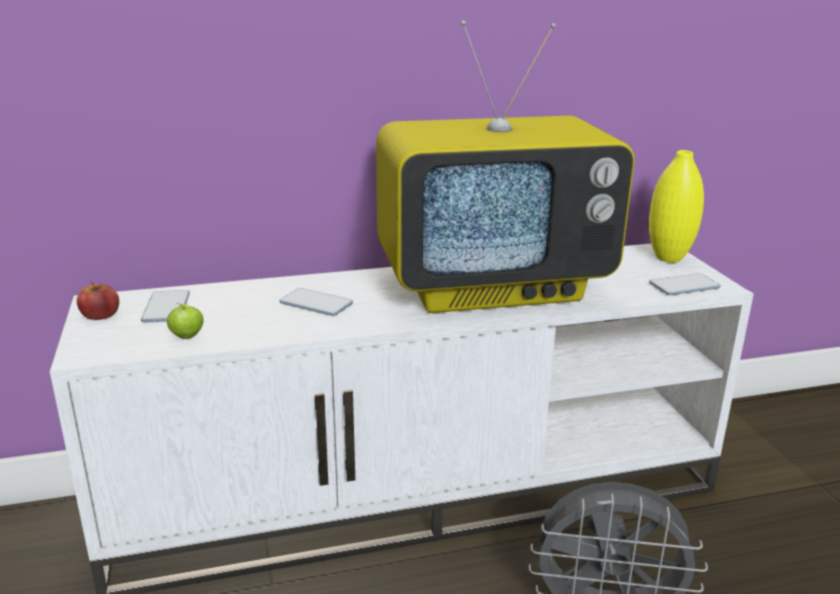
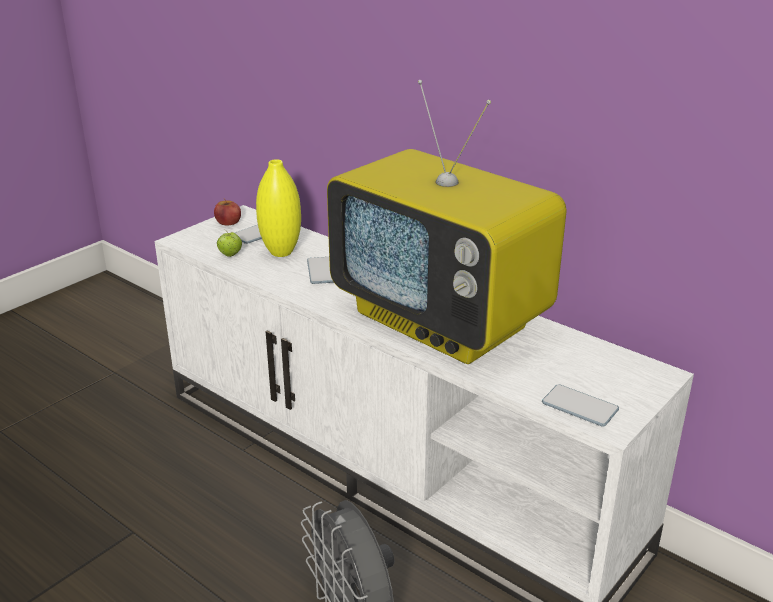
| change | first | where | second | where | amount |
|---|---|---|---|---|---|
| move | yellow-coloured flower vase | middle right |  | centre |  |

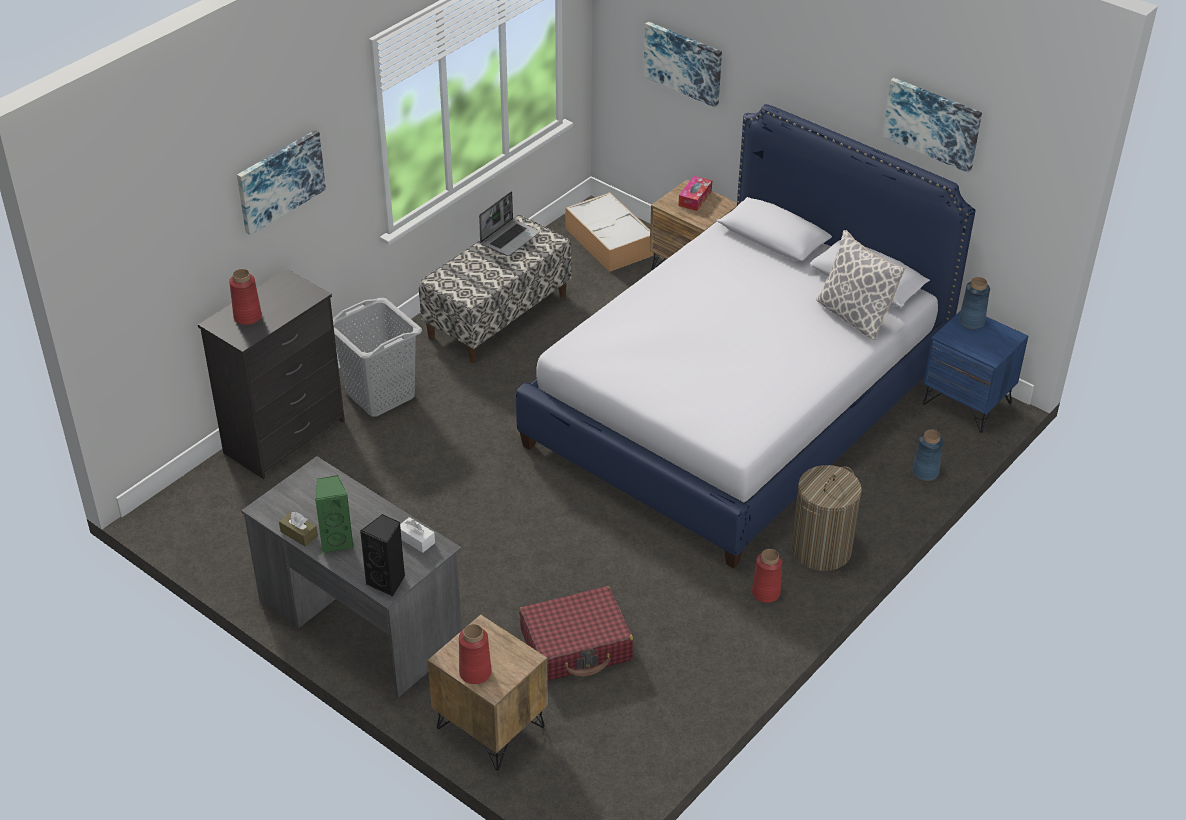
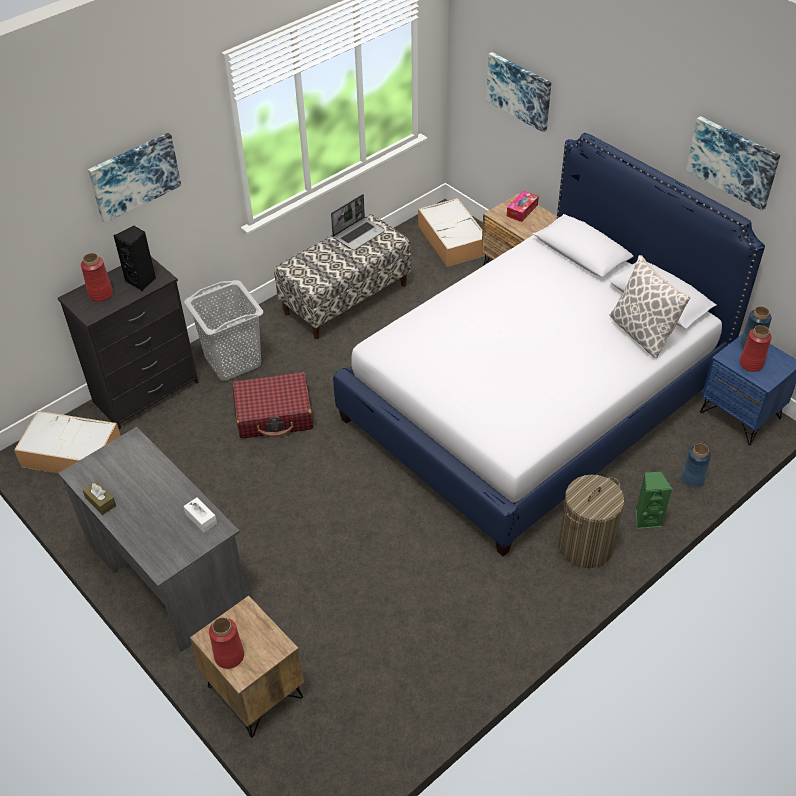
| change | first | where | second | where | amount |
|---|---|---|---|---|---|
| insert |  |  | storage box (1st from left) | middle left |  |
| move | green audio speaker | middle left |  | middle right |  |
| move | black-coloured audio speaker | bottom left |  | top left |  |
| move | red-coloured travel case | bottom centre |  | centre |  |
| move | red-coloured flower vase (3rd from left) | bottom centre |  | middle right |  |

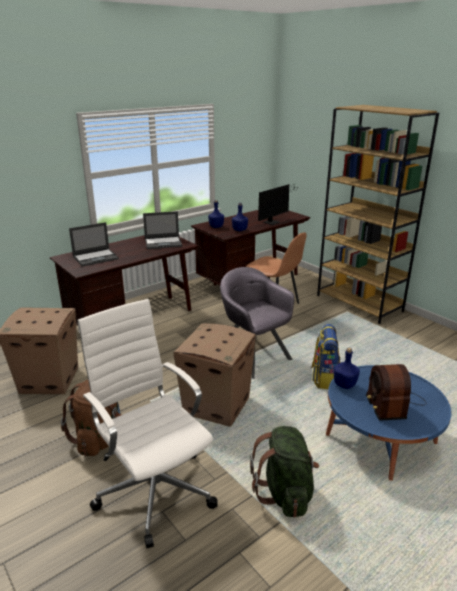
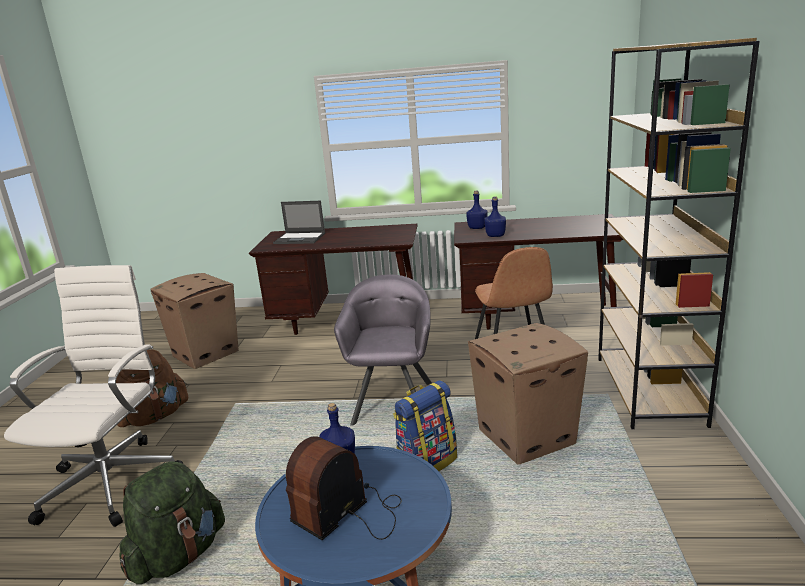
| change | first | where | second | where | amount |
|---|---|---|---|---|---|
| delete | laptop (2nd from left) | centre |  |  |  |
| delete | computer display | centre |  |  |  |
| move | packing box (2nd from left) | centre |  | bottom centre |  |

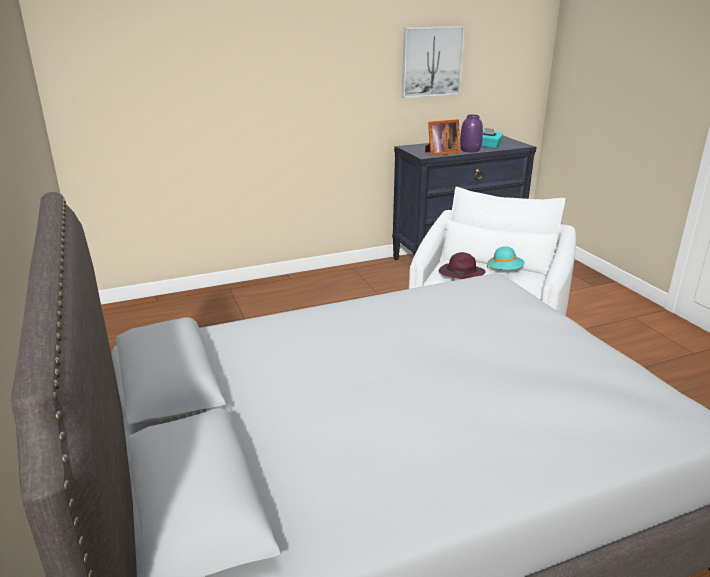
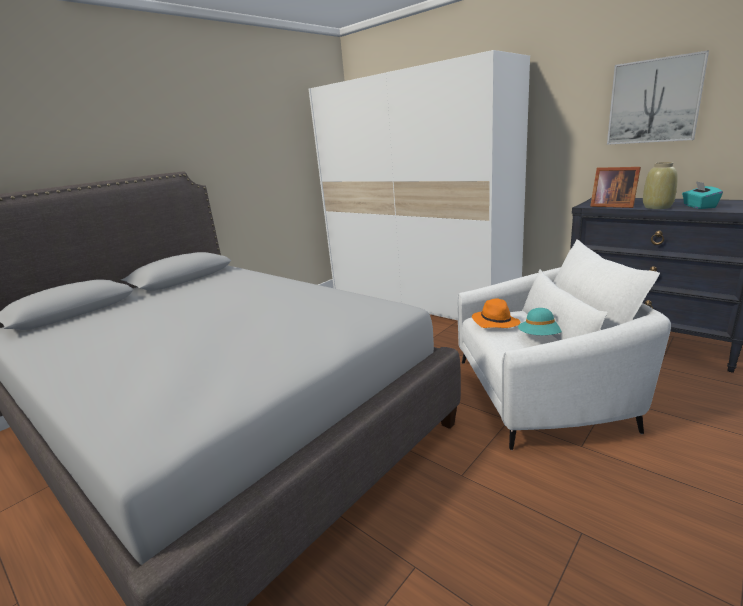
| change | first | where | second | where | amount |
|---|---|---|---|---|---|
| insert |  |  | whitish clothes cupboard | top centre |  |
| recolor | purple wearable hat | centre | orangey wearable hat | middle right |  |
| recolor | purple flower vase | top centre | sand-coloured flower vase | top right |  |

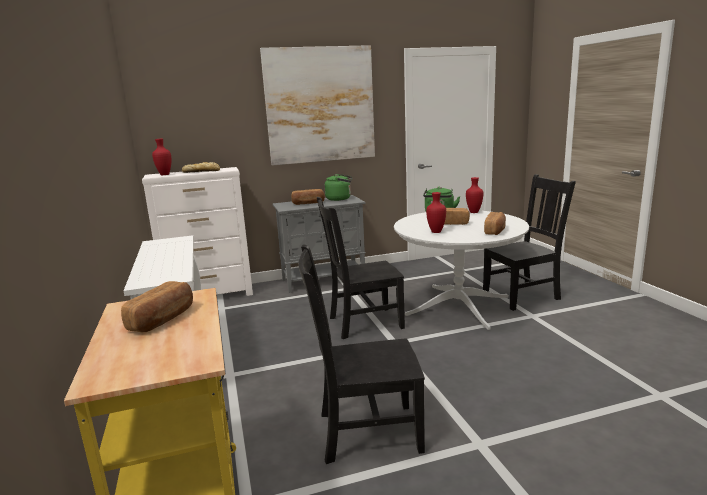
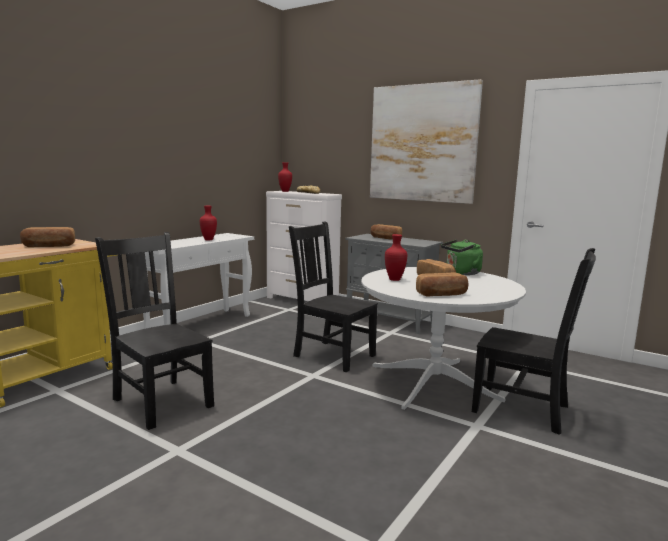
| change | first | where | second | where | amount |
|---|---|---|---|---|---|
| delete | green tea kettle (1st from left) | centre |  |  |  |
| move | red-coloured flower vase (3rd from left in the first image) | middle right | red-coloured flower vase (1st from left) | middle left |  |

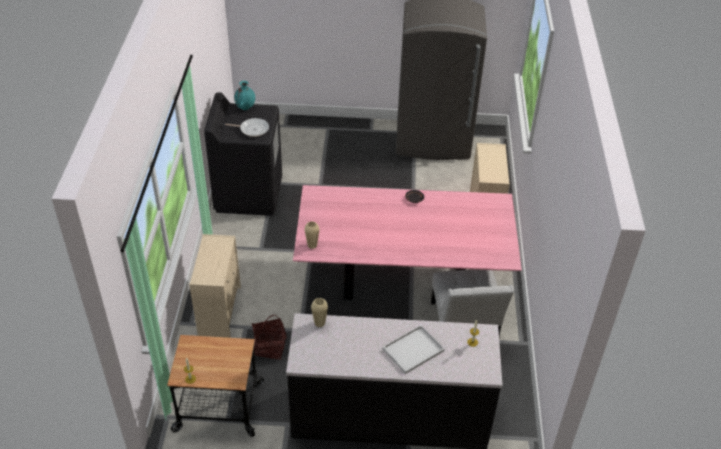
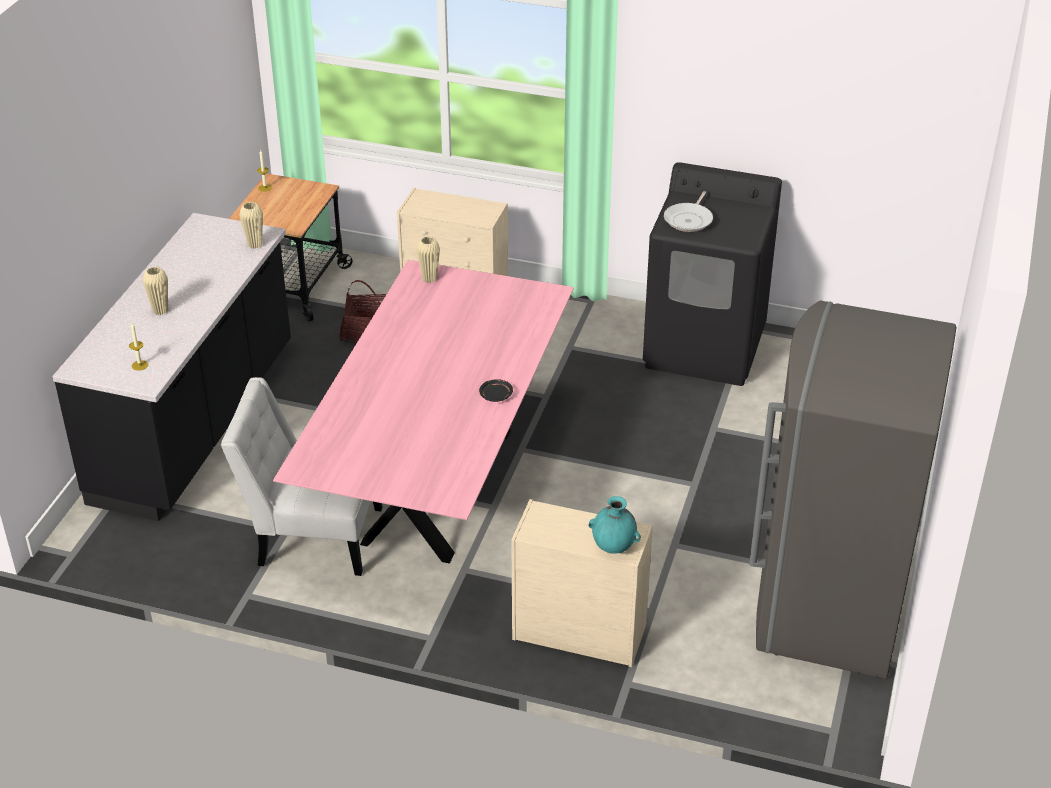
| change | first | where | second | where | amount |
|---|---|---|---|---|---|
| move | turquoise flower vase | top centre |  | centre |  |
| replace | whitish tray | bottom centre | sand-coloured flower vase (1st from left) | middle left |  |

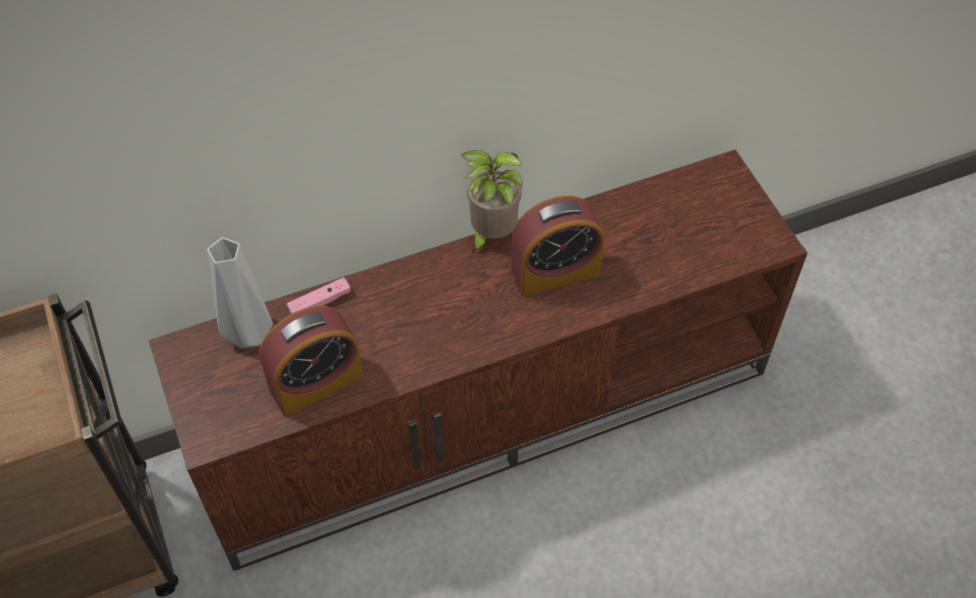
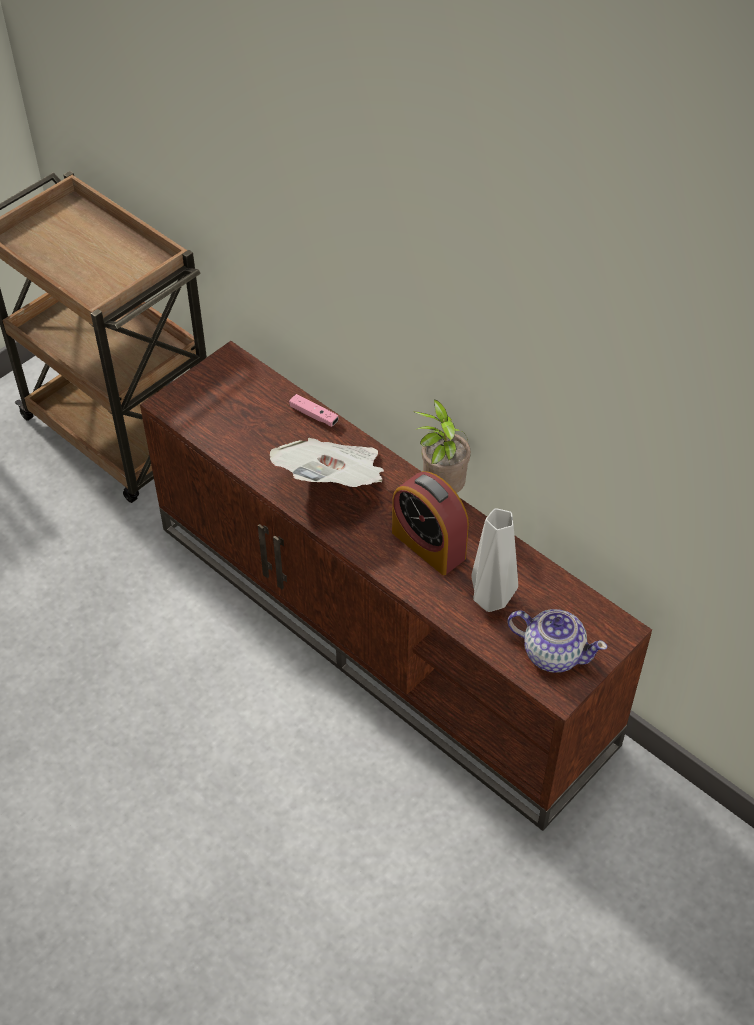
| change | first | where | second | where | amount |
|---|---|---|---|---|---|
| delete | alarm clock (1st from left) | middle left |  |  |  |
| insert |  |  | printed paper | centre |  |
| insert |  |  | pot for tea | middle right |  |
| move | greyish flower vase | middle left |  | centre |  |

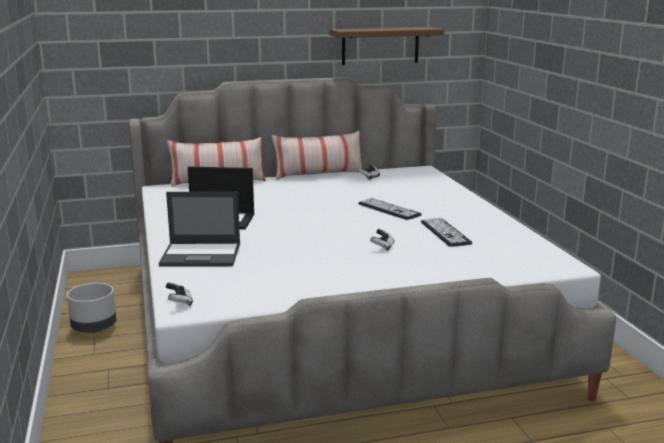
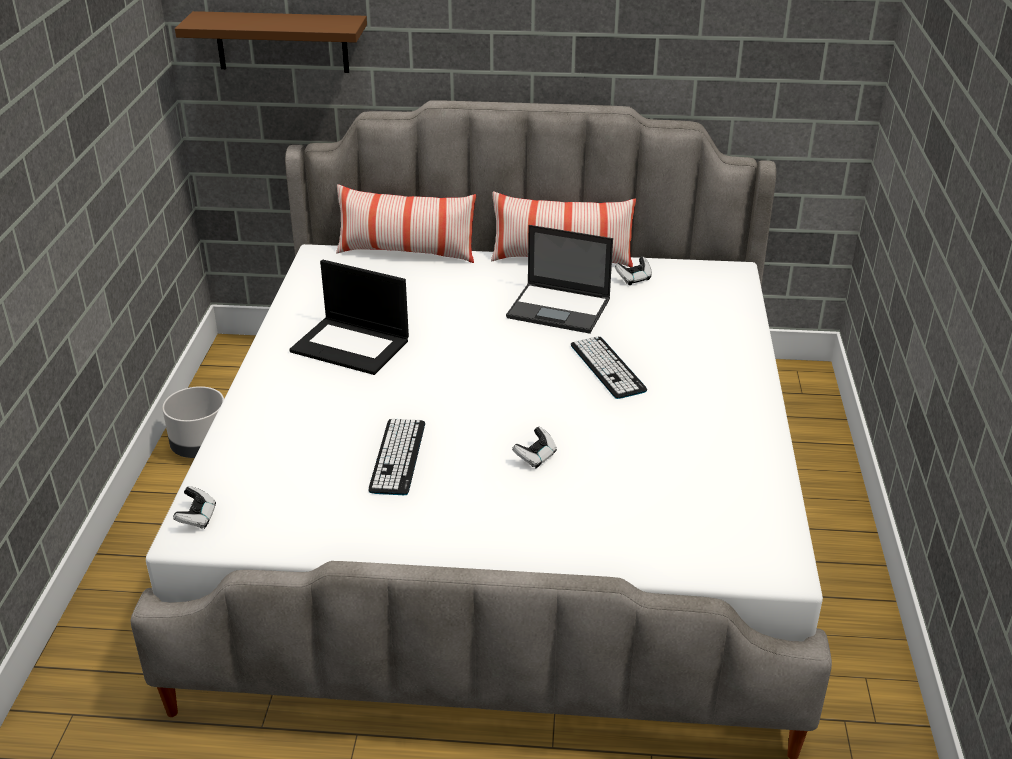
| change | first | where | second | where | amount |
|---|---|---|---|---|---|
| move | laptop (1st from left in the first image) | middle left | laptop (2nd from left) | centre |  |
| move | brown-coloured wall shelf | top centre |  | top left |  |
| move | computer keyboard (2nd from left in the first image) | middle right | computer keyboard (1st from left) | centre |  |

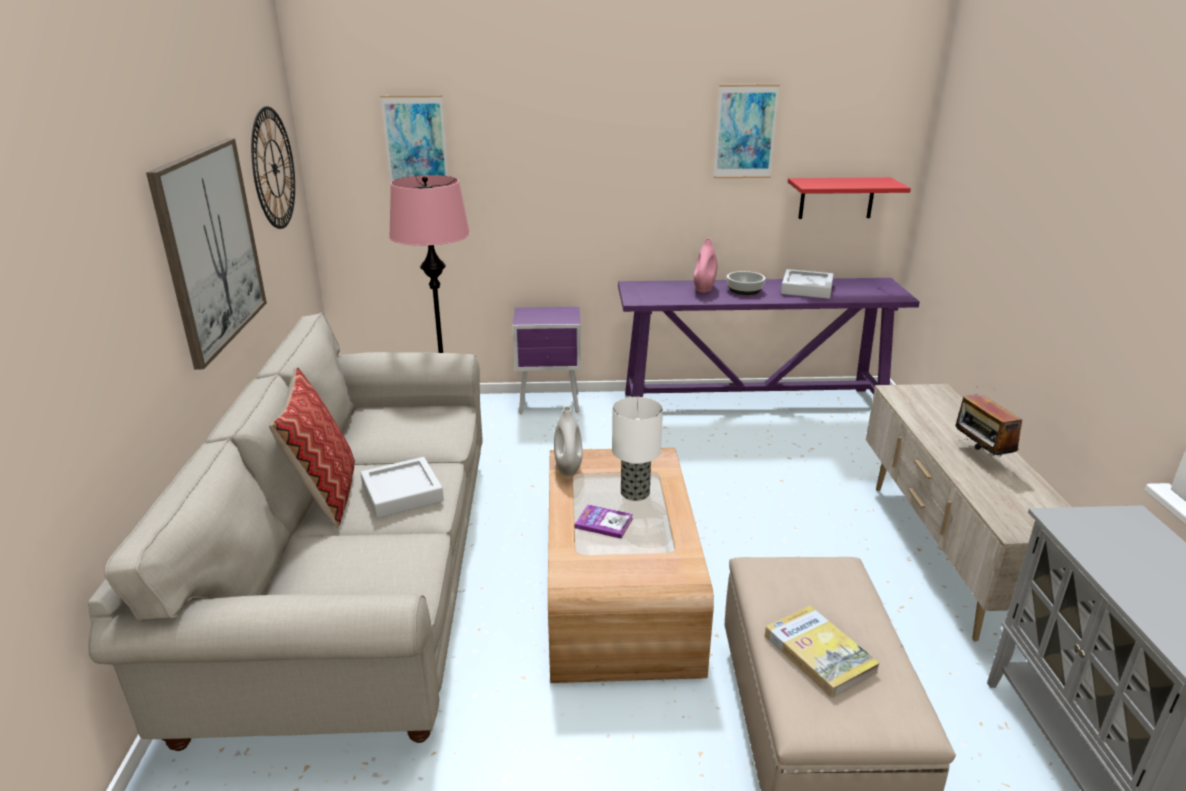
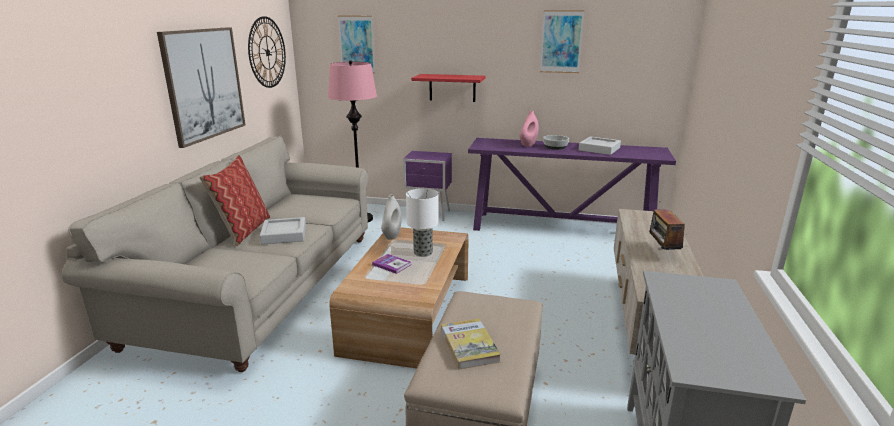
| change | first | where | second | where | amount |
|---|---|---|---|---|---|
| move | red-coloured wall shelf | top right |  | top centre |  |

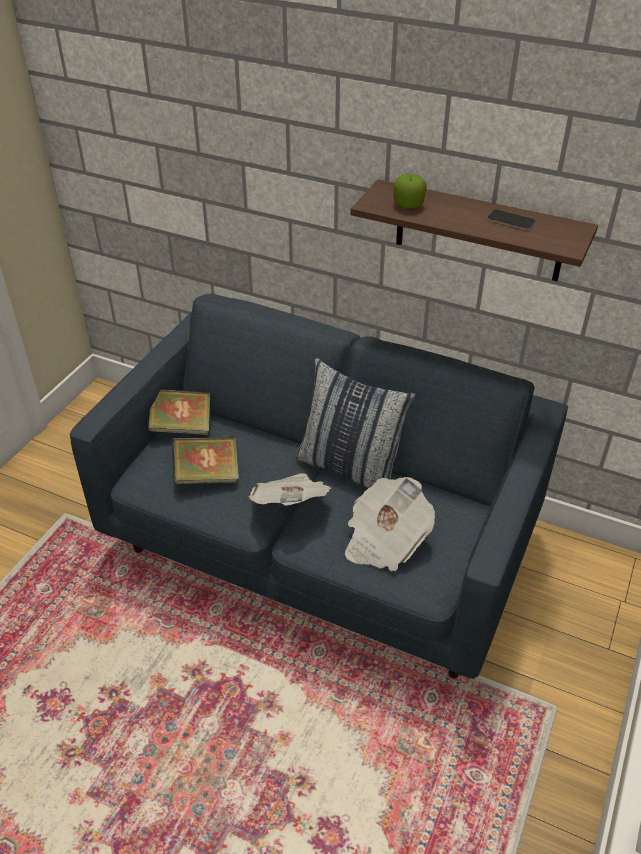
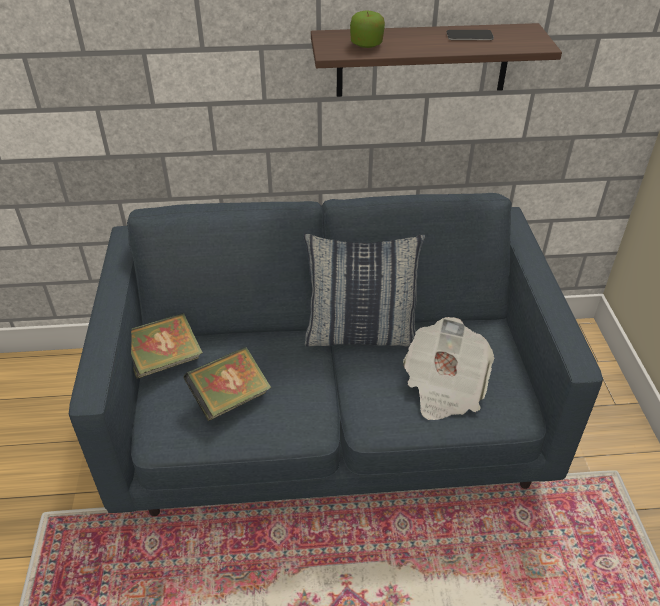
| change | first | where | second | where | amount |
|---|---|---|---|---|---|
| delete | printed paper (1st from left) | centre |  |  |  |

